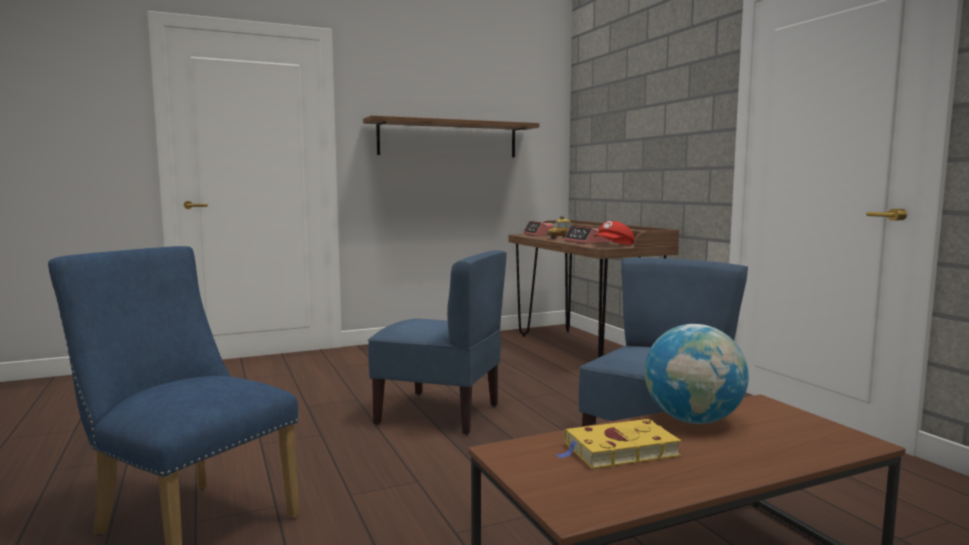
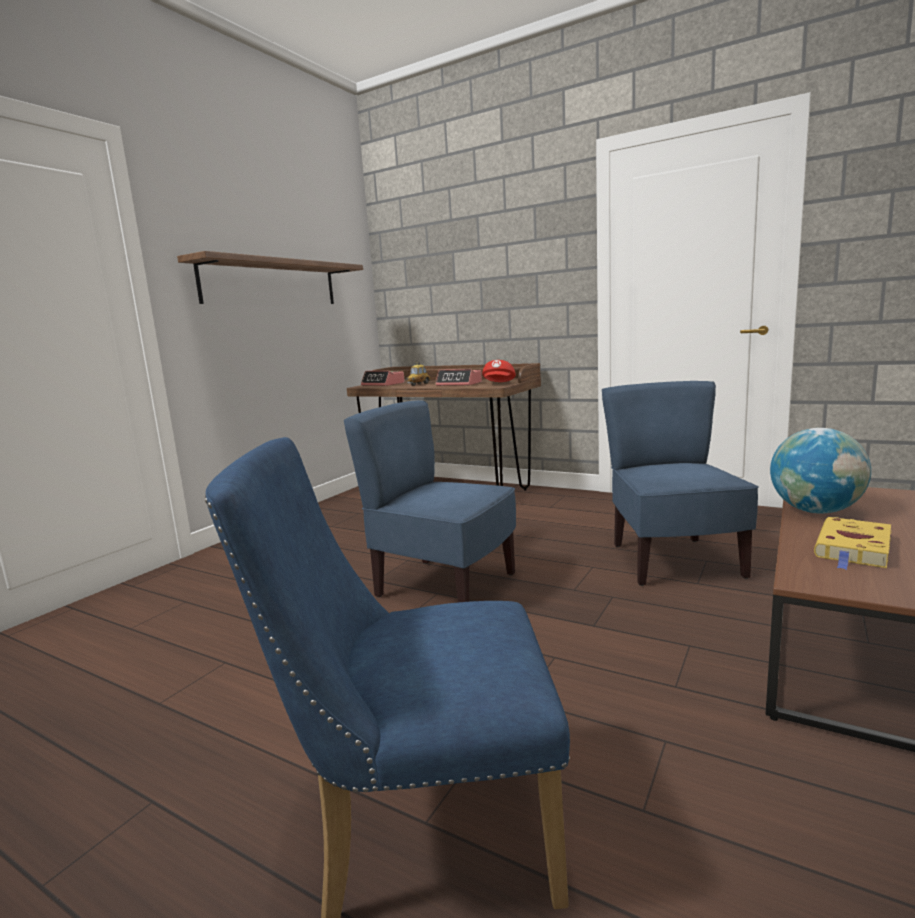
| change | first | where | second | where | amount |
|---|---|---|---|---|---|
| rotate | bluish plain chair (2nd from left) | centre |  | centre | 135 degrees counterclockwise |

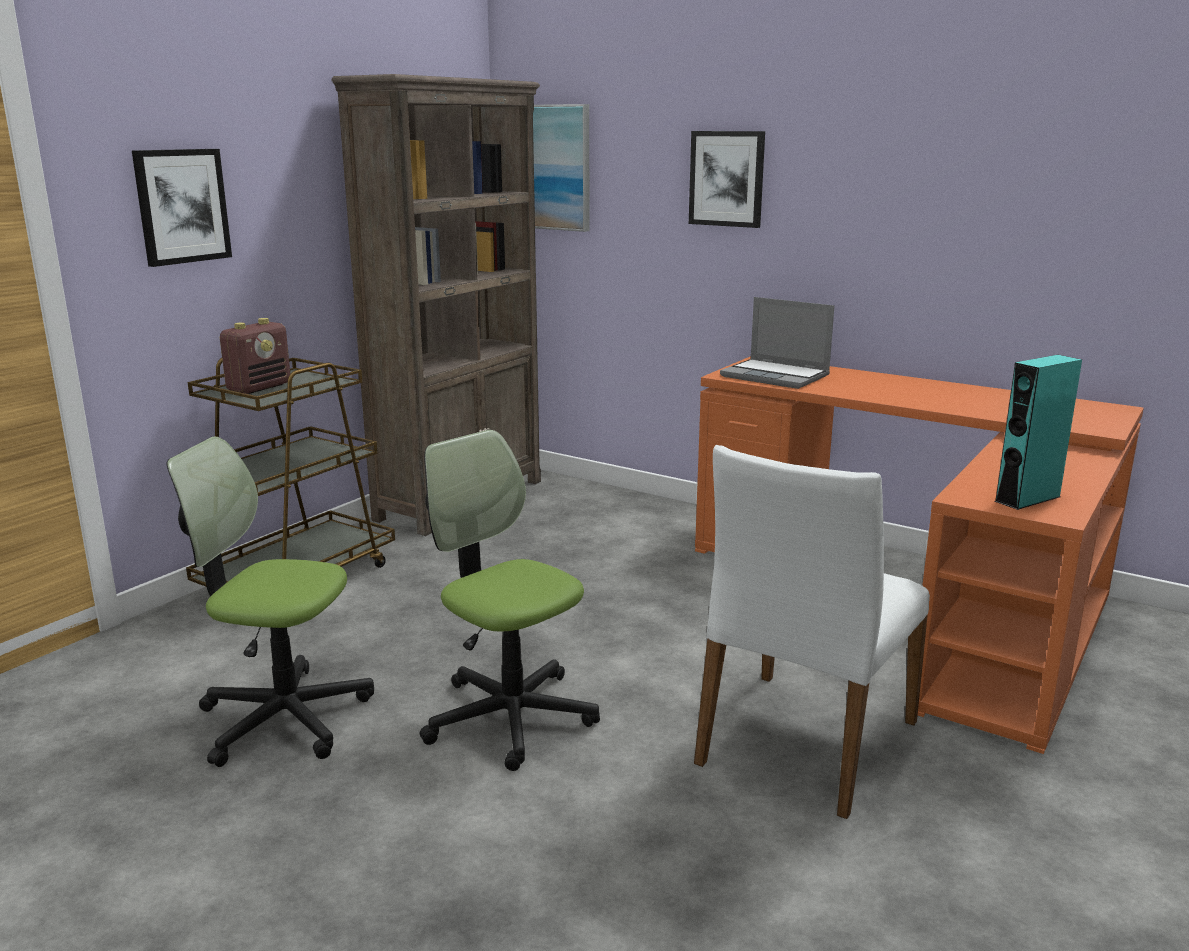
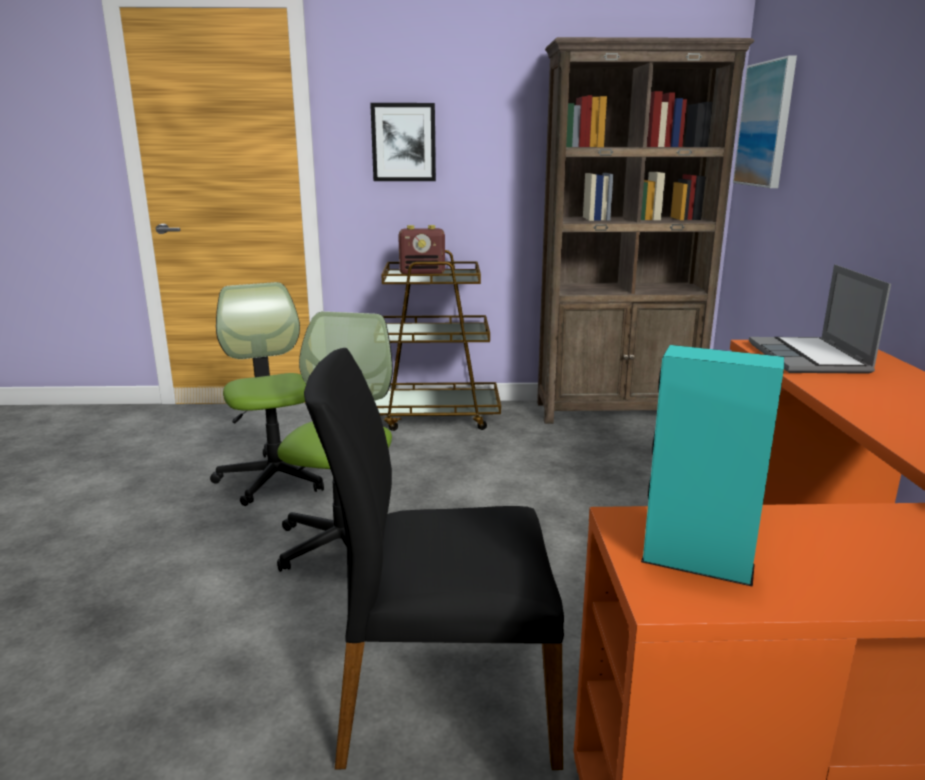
| change | first | where | second | where | amount |
|---|---|---|---|---|---|
| delete | wall picture (3rd from left) | top centre |  |  |  |
| recolor | whitish plain chair | middle right | black-coloured plain chair | bottom centre |  |

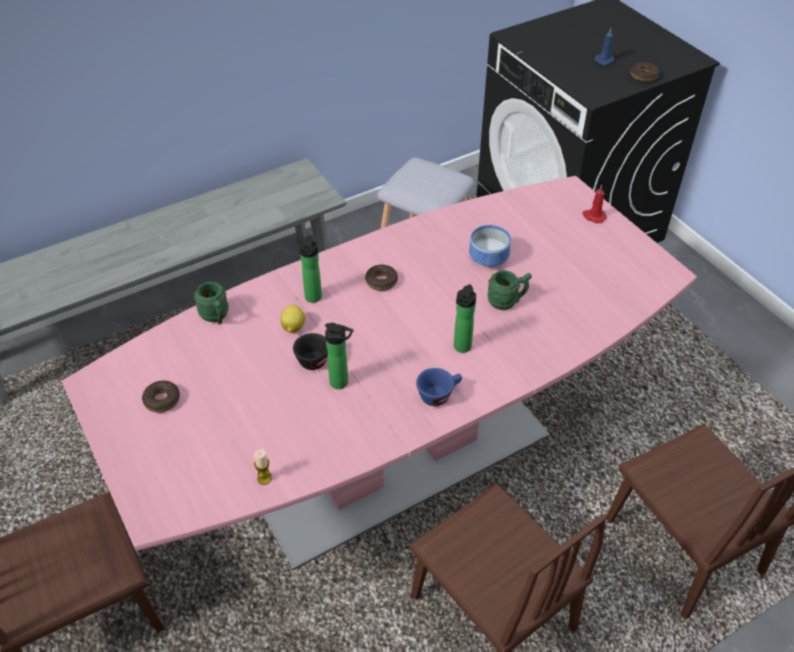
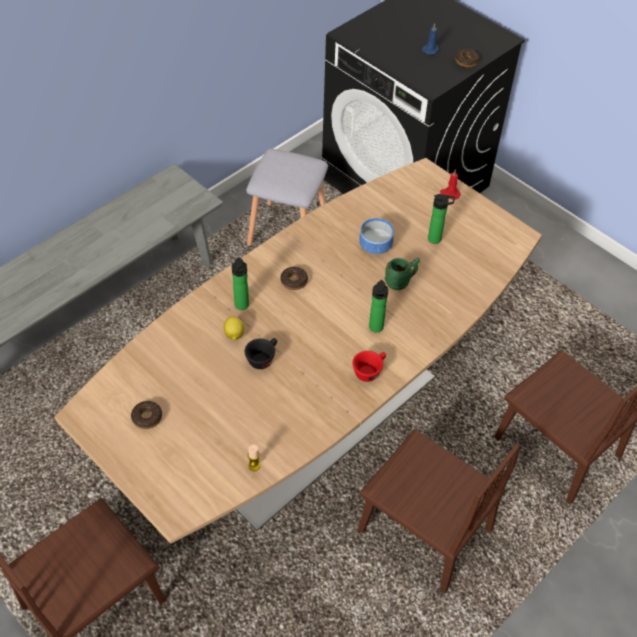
| change | first | where | second | where | amount |
|---|---|---|---|---|---|
| delete | green tea mug (1st from left) | middle left |  |  |  |
| move | beverage bottle (2nd from left in the first image) | centre | beverage bottle (3rd from left) | middle right |  |
| recolor | pink dinner table | centre | brown-coloured dinner table | centre |  |
| recolor | bluish drinking cup | centre | red-coloured drinking cup | centre |  |

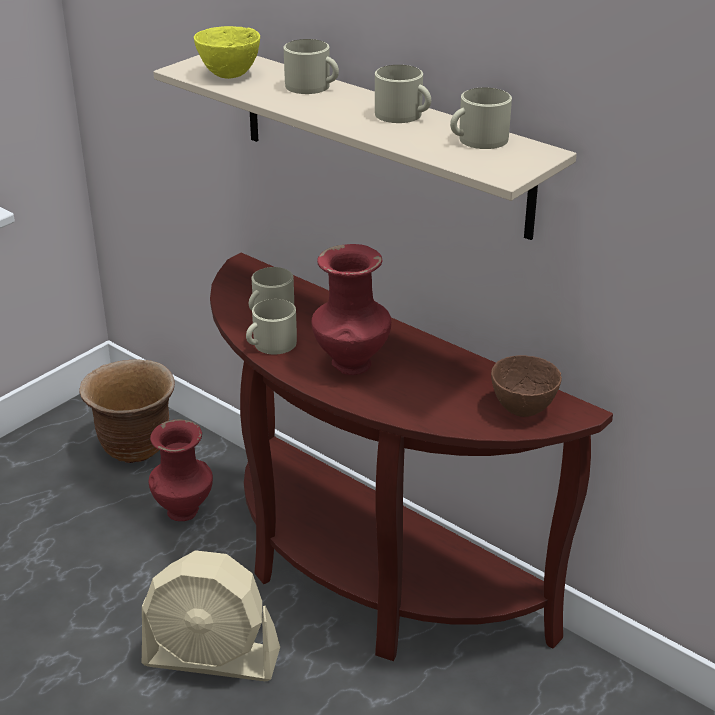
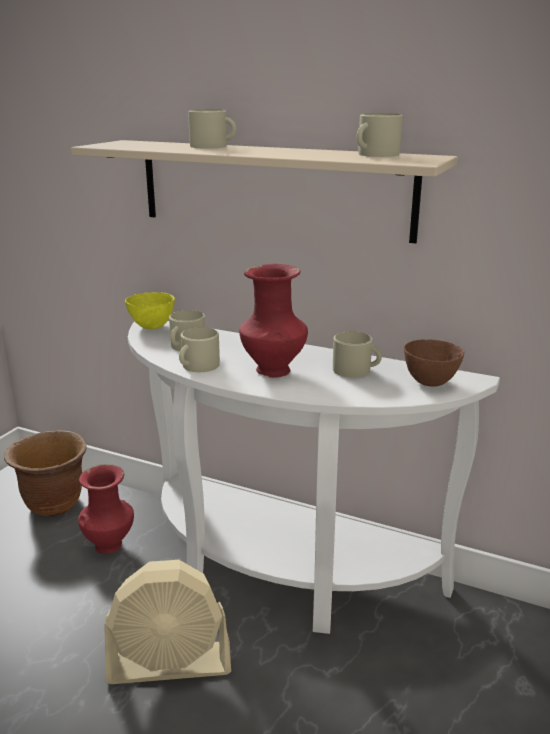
| change | first | where | second | where | amount |
|---|---|---|---|---|---|
| move | yellow-coloured deep dish | top left |  | middle left |  |
| move | sand-coloured tea mug (4th from left) | top centre |  | centre |  |
| recolor | brown-coloured console table | centre | whitish console table | centre |  |

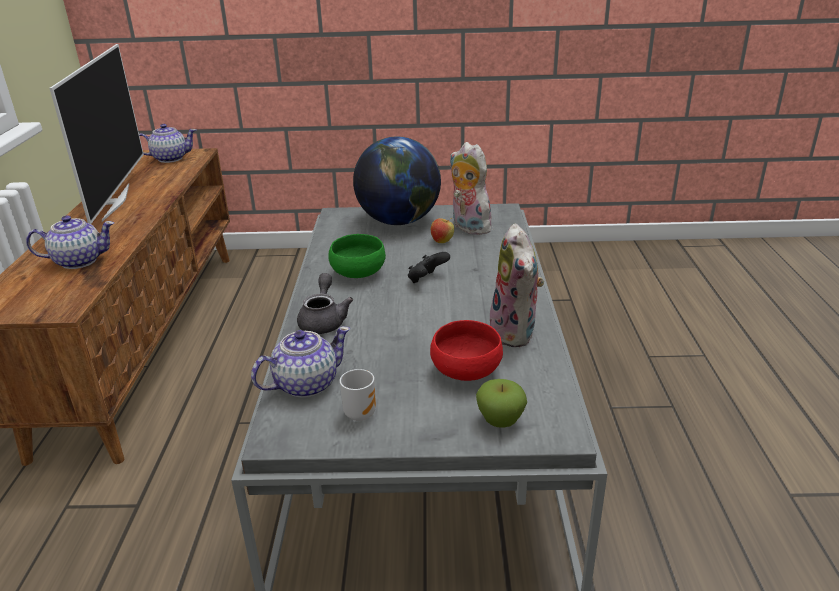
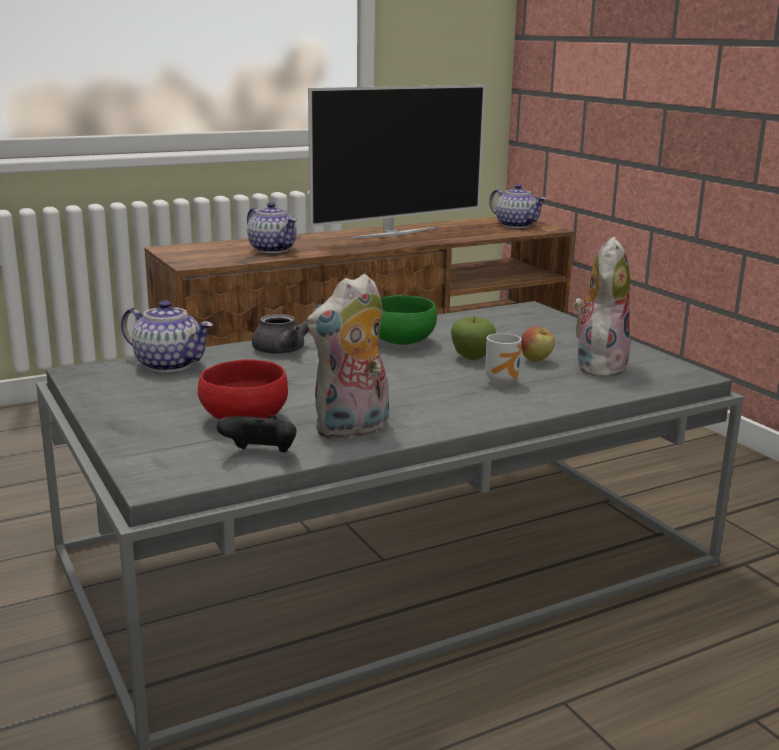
| change | first | where | second | where | amount |
|---|---|---|---|---|---|
| delete | desk globe | top centre |  |  |  |
| move | tea mug | bottom centre |  | centre |  |
| move | black-coloured game controller | centre |  | middle left |  |
| move | apple (2nd from left in the first image) | bottom centre | apple (1st from left) | centre |  |

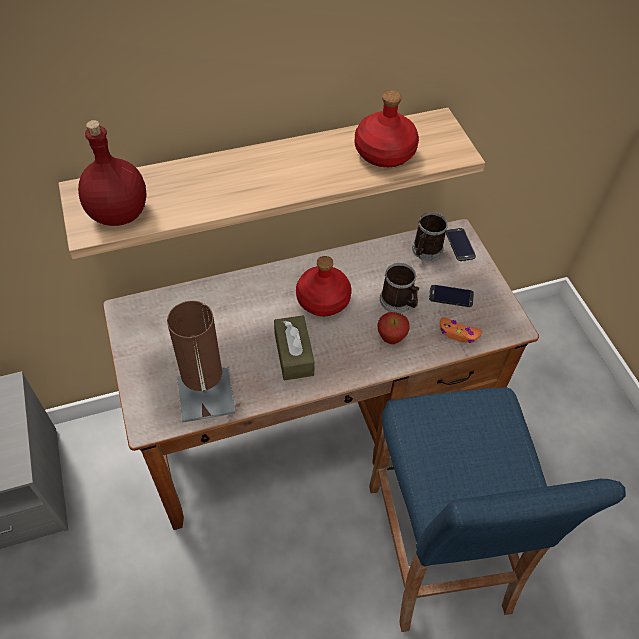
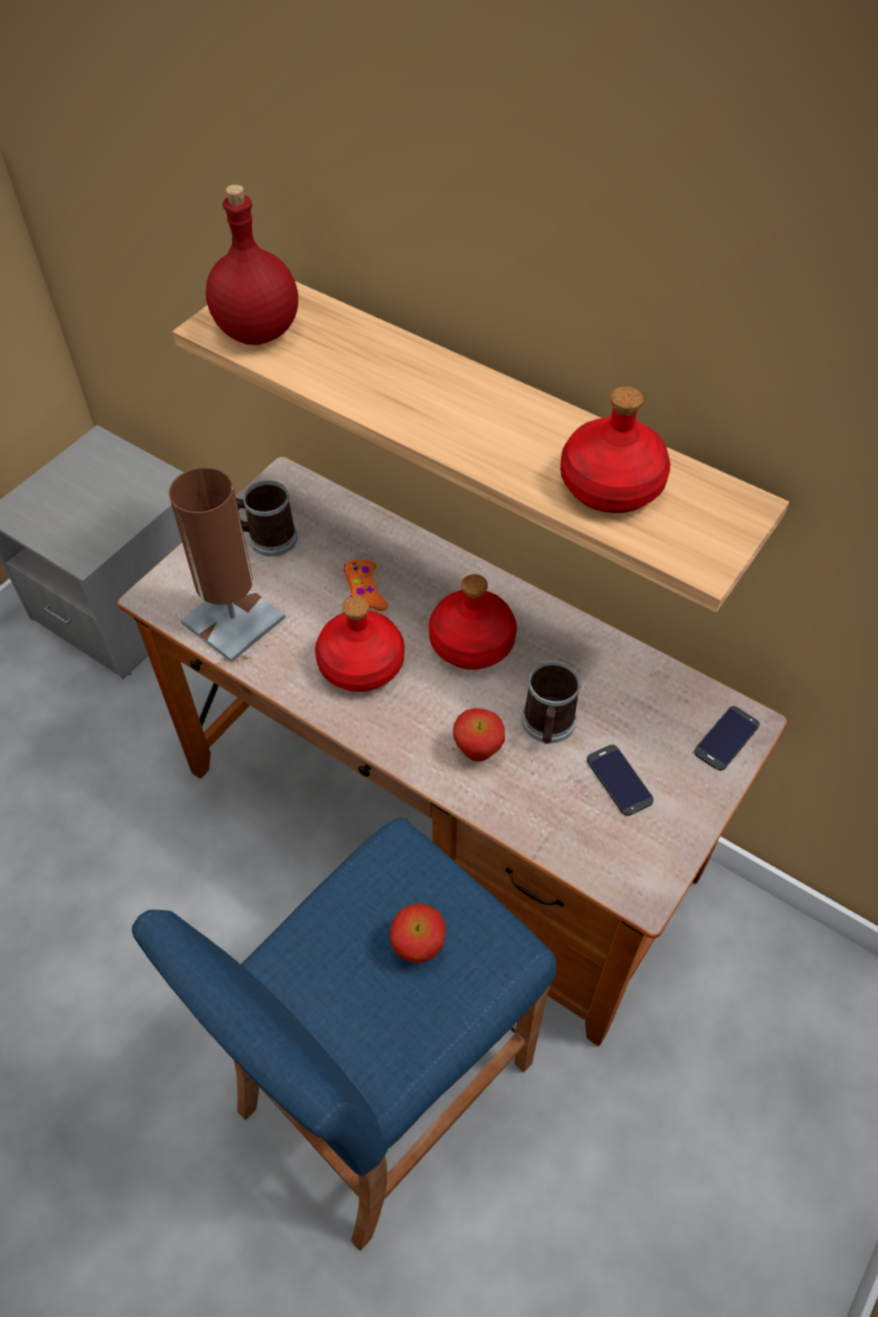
| change | first | where | second | where | amount |
|---|---|---|---|---|---|
| insert |  |  | apple (1st from left) | bottom centre |  |
| move | tea mug (2nd from left in the first image) | middle right | tea mug (1st from left) | middle left |  |
| move | orangey game controller | middle right |  | centre |  |
| replace | brown-coloured box of tissues | centre | red-coloured beverage bottle (2nd from left) | centre |  |

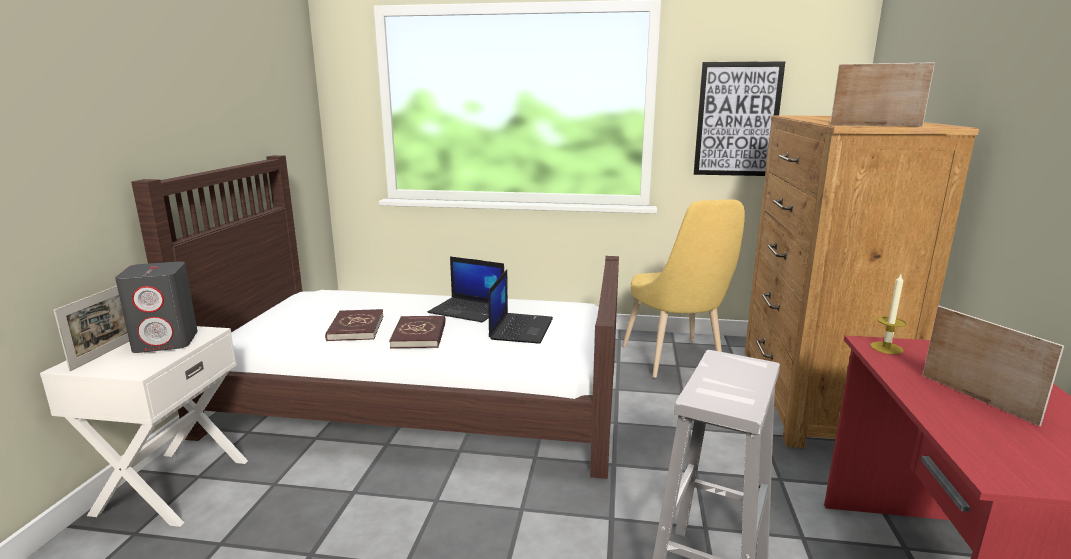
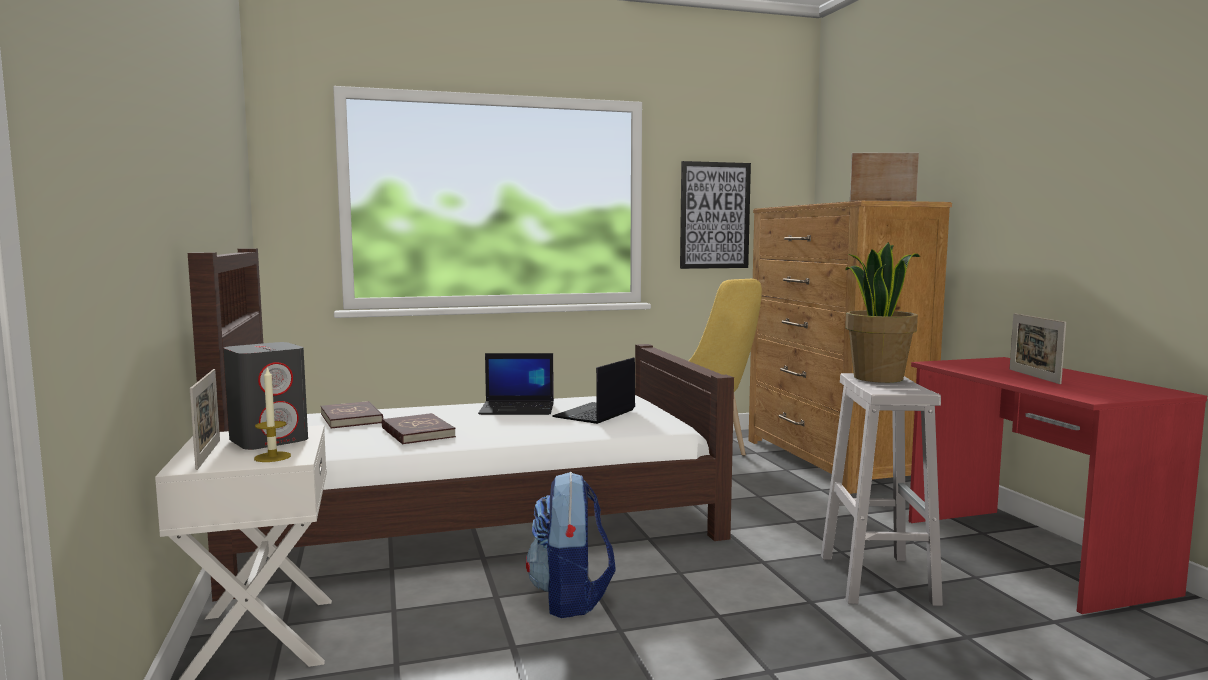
| change | first | where | second | where | amount |
|---|---|---|---|---|---|
| insert |  |  | backpack | bottom centre |  |
| insert |  |  | houseplant | middle right |  |
| move | red-coloured book (2nd from left in the first image) | centre | red-coloured book (1st from left) | middle left |  |
| move | wax candle | middle right |  | middle left |  |
| rotate | laptop (2nd from left) | centre |  | centre | 135 degrees counterclockwise |
| rotate | photo frame (3rd from left) | middle right |  | middle right | 135 degrees counterclockwise |

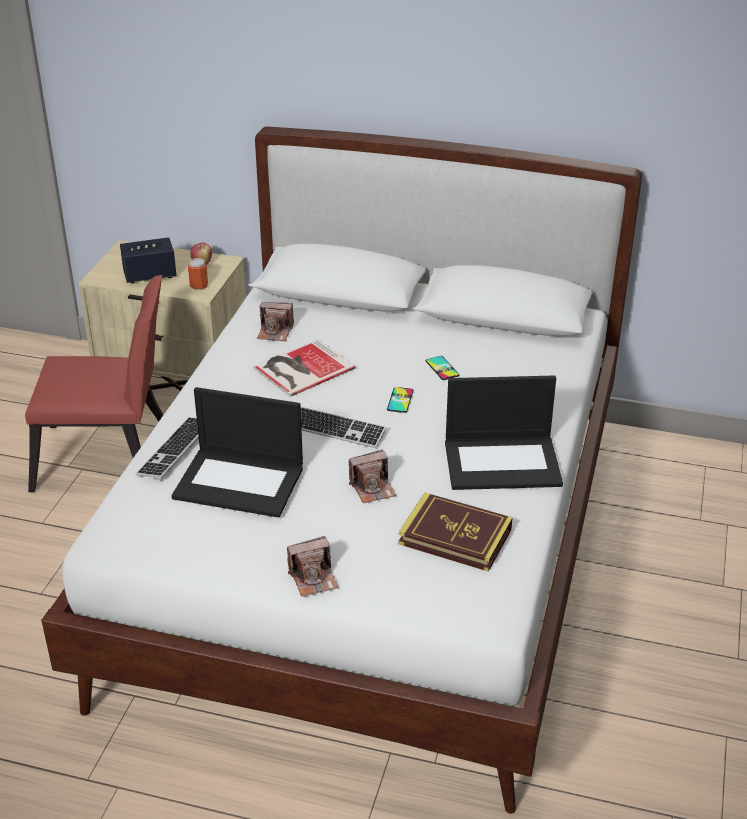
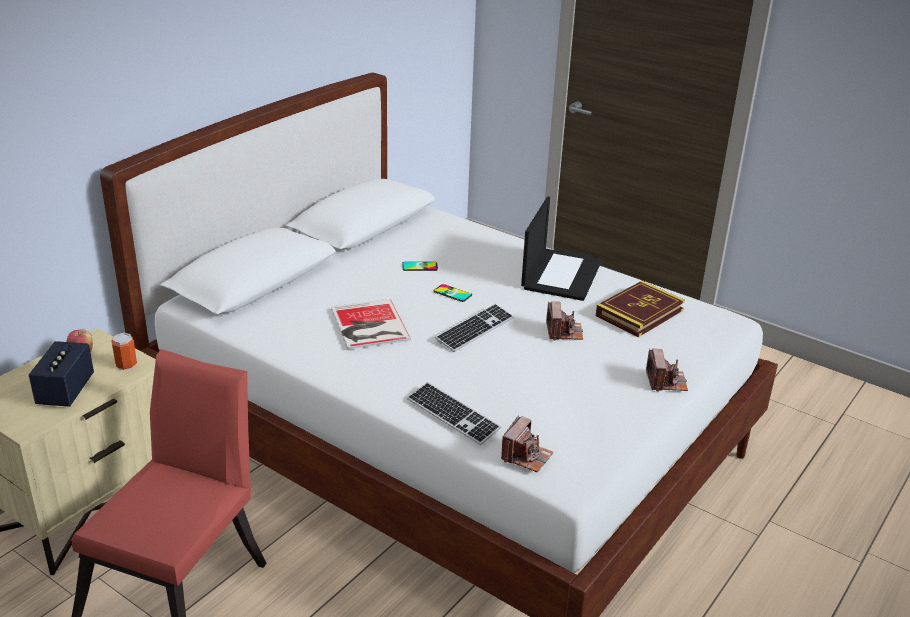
| change | first | where | second | where | amount |
|---|---|---|---|---|---|
| delete | laptop (1st from left) | middle left |  |  |  |
| move | still camera (1st from left) | centre |  | bottom centre |  |

